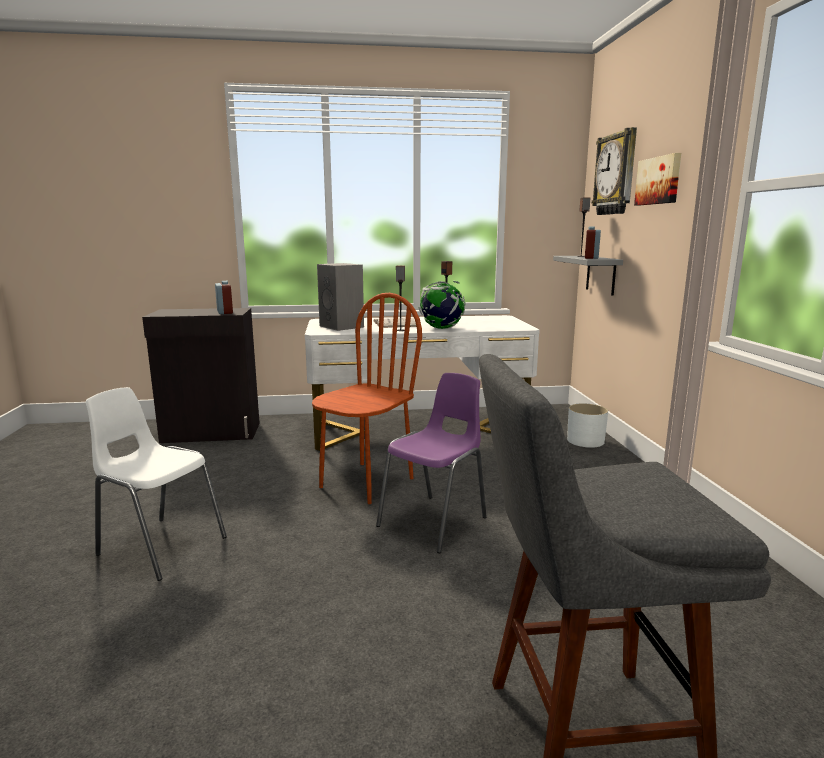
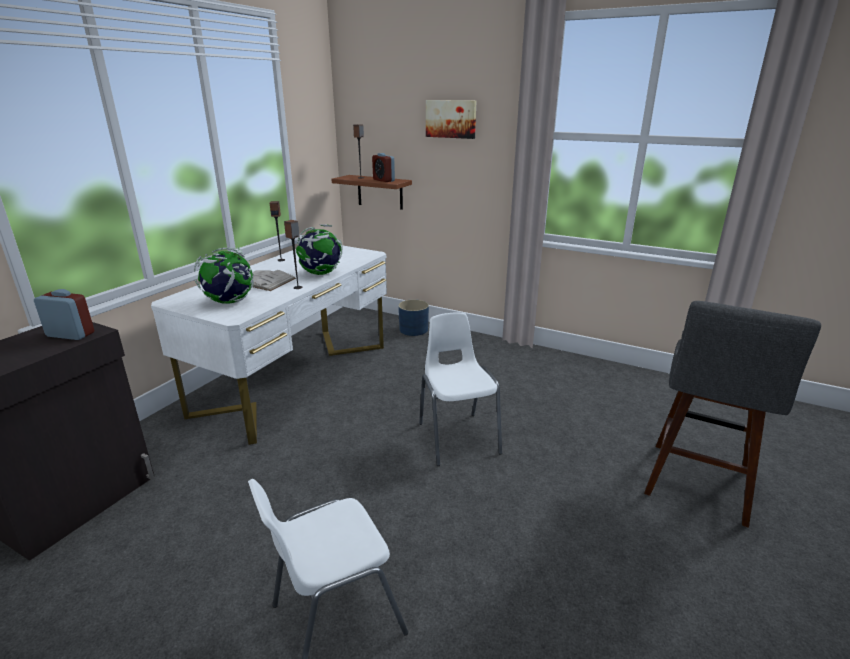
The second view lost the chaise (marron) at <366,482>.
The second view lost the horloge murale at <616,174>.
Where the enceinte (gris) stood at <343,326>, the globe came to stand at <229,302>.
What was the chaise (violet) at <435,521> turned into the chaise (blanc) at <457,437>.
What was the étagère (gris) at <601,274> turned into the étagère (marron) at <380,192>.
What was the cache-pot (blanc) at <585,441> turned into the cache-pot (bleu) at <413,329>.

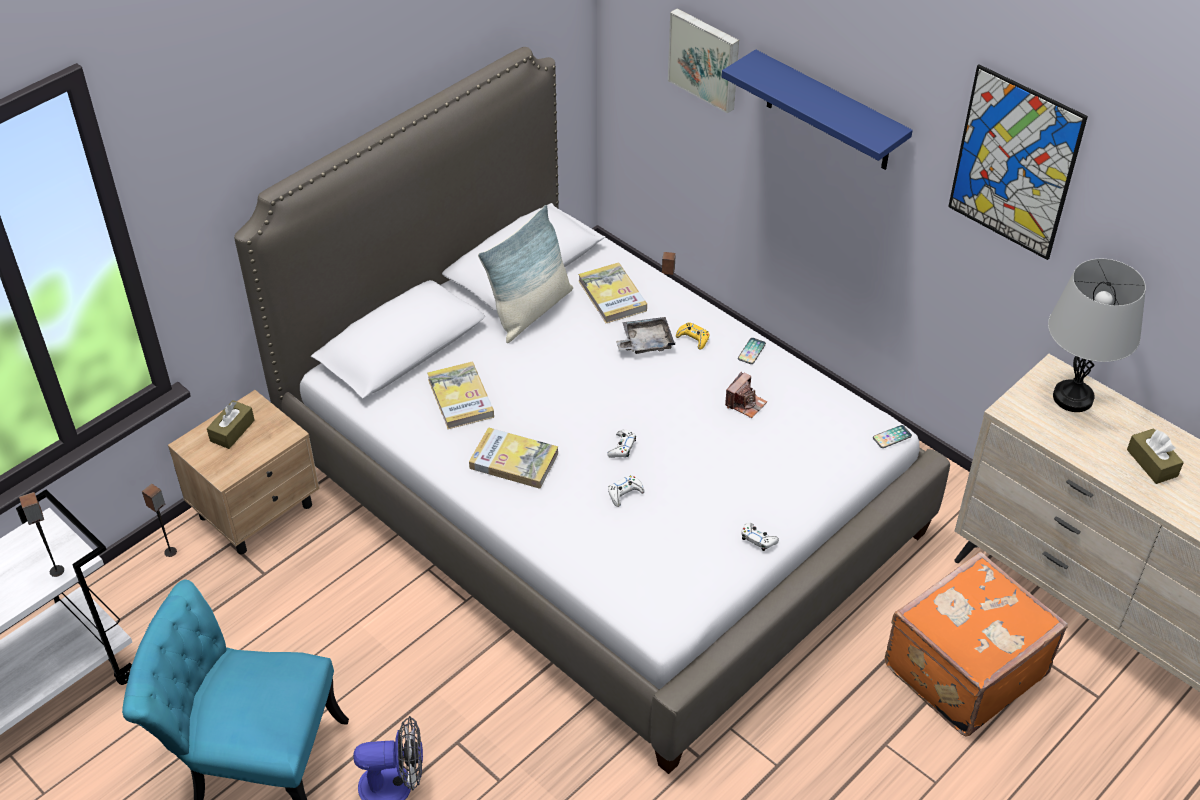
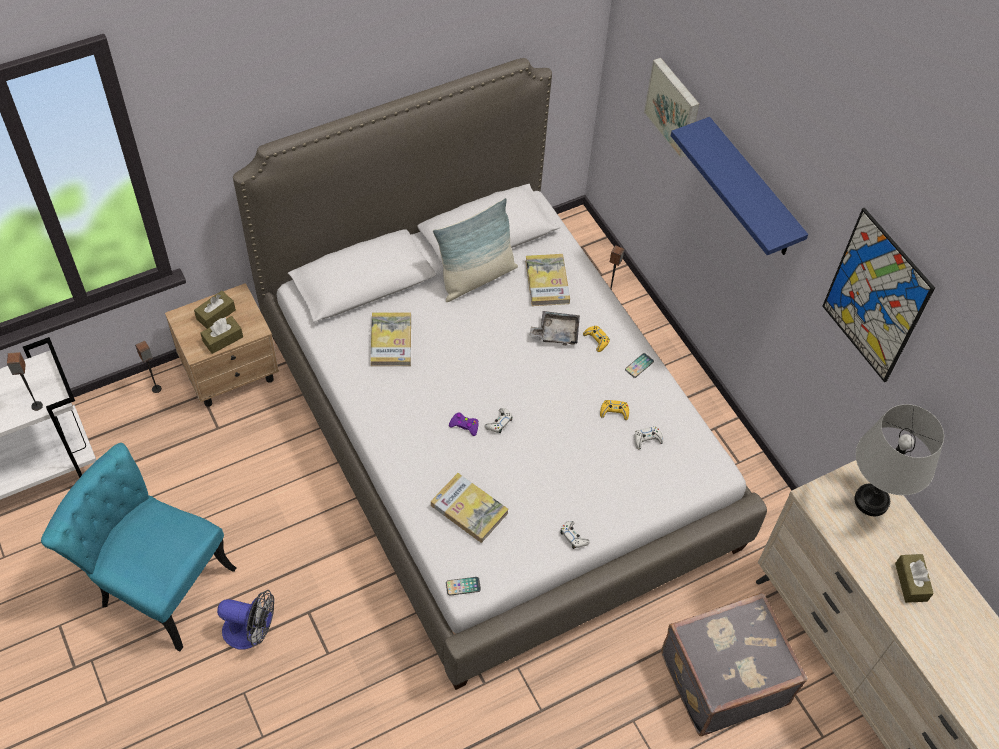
The second view gained the boîte à mouchoirs (marron) at <223,339>.
The second view gained the manette (violet) at <464,425>.
The livre ended up elsewhere, having gone from <514,461> to <469,509>.
The manette (blanc) ended up elsewhere, having gone from <625,493> to <647,439>.
The téléphone ended up elsewhere, having gone from <892,437> to <463,586>.
Where the appareil photo stood at <745,403>, the manette (jaune) came to stand at <614,412>.
What was the valise (orange) at <962,668> turned into the valise (gris) at <722,676>.

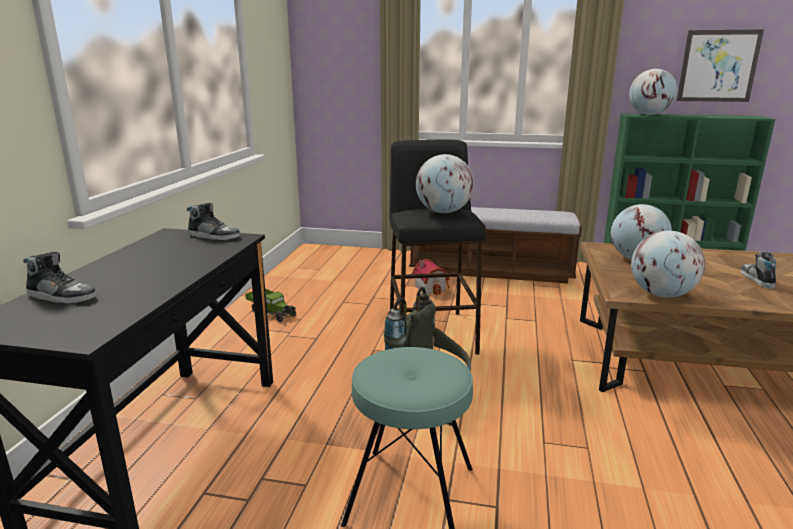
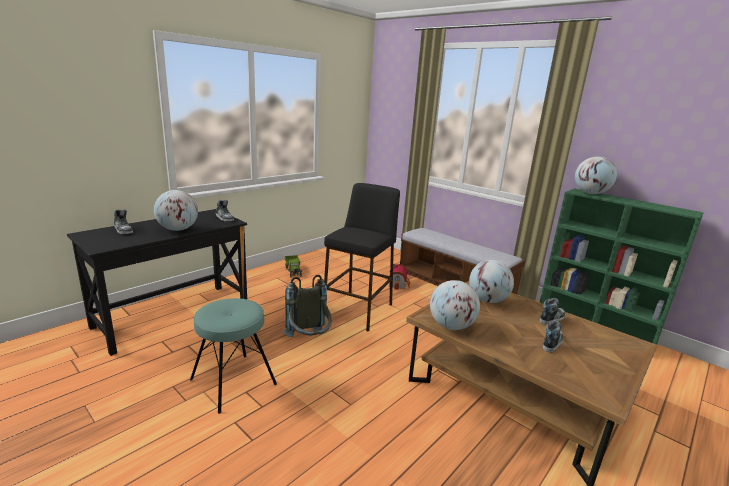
The second view lost the tableau at <718,66>.
The second view gained the chaussure at <551,318>.
The globe ended up elsewhere, having gone from <443,212> to <178,229>.

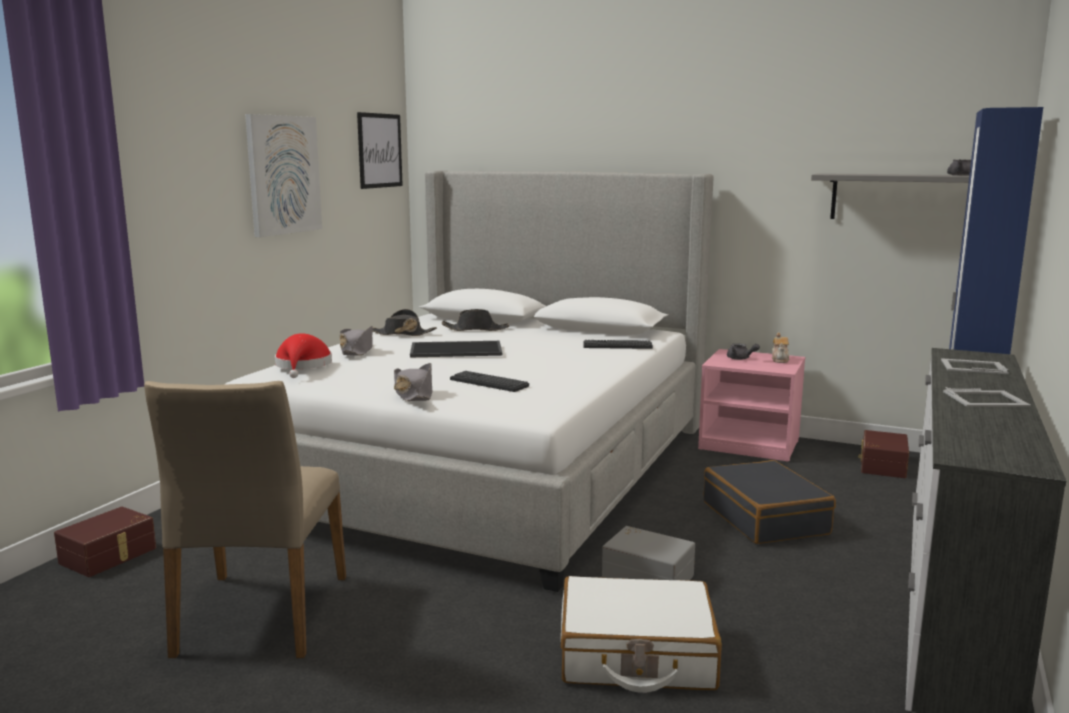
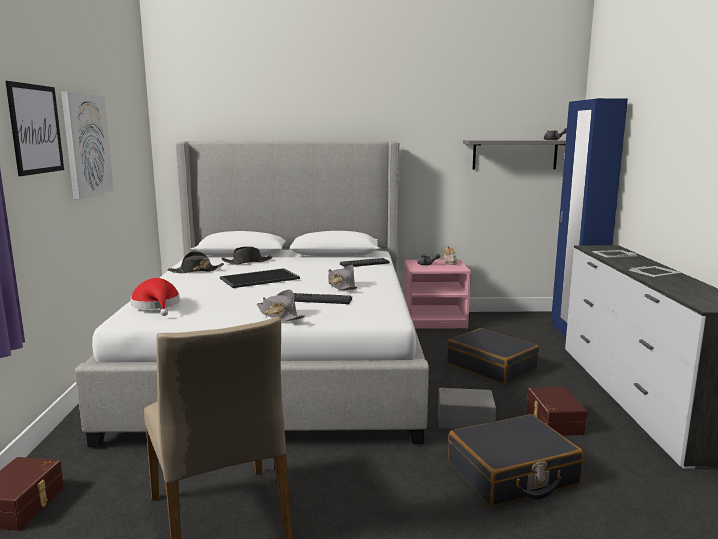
The chapeau (gris) ended up elsewhere, having gone from <357,350> to <341,286>.
The tableau ended up elsewhere, having gone from <379,150> to <36,129>.
The boîte de rangement (marron) ended up elsewhere, having gone from <881,465> to <553,422>.
What was the valise (blanc) at <636,655> turned into the valise (noir) at <512,474>.

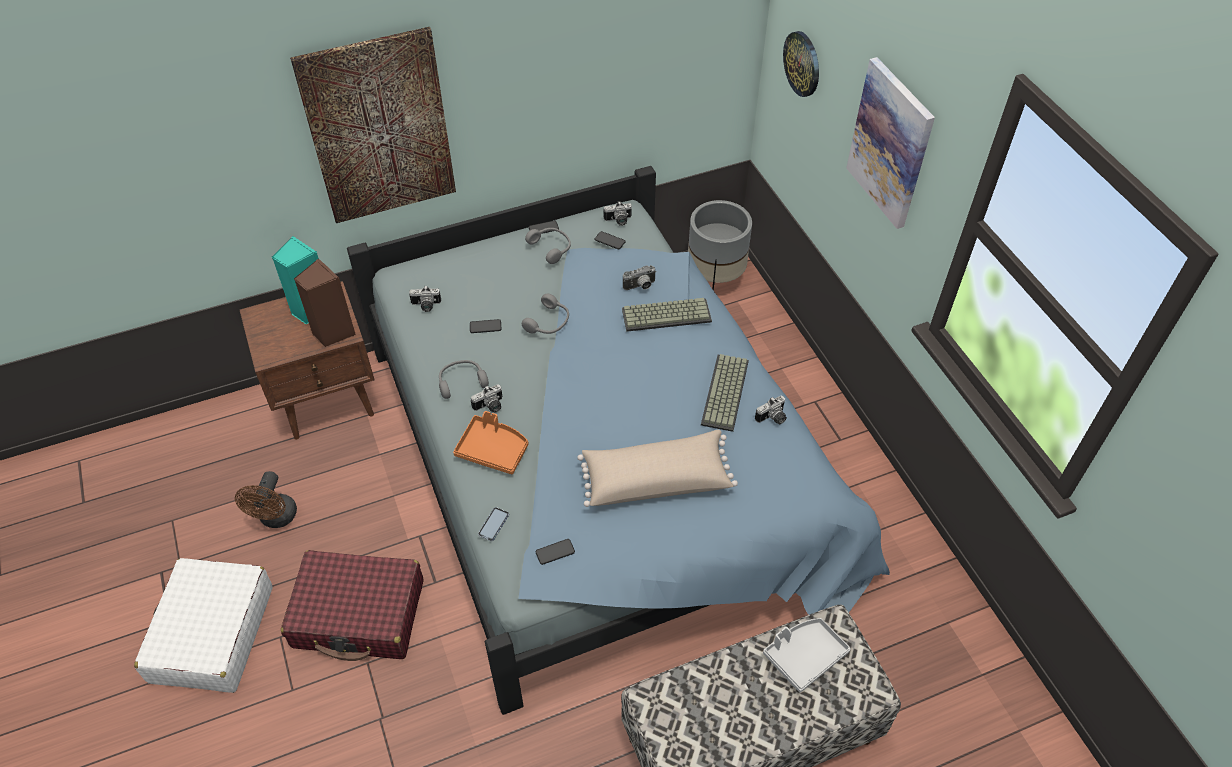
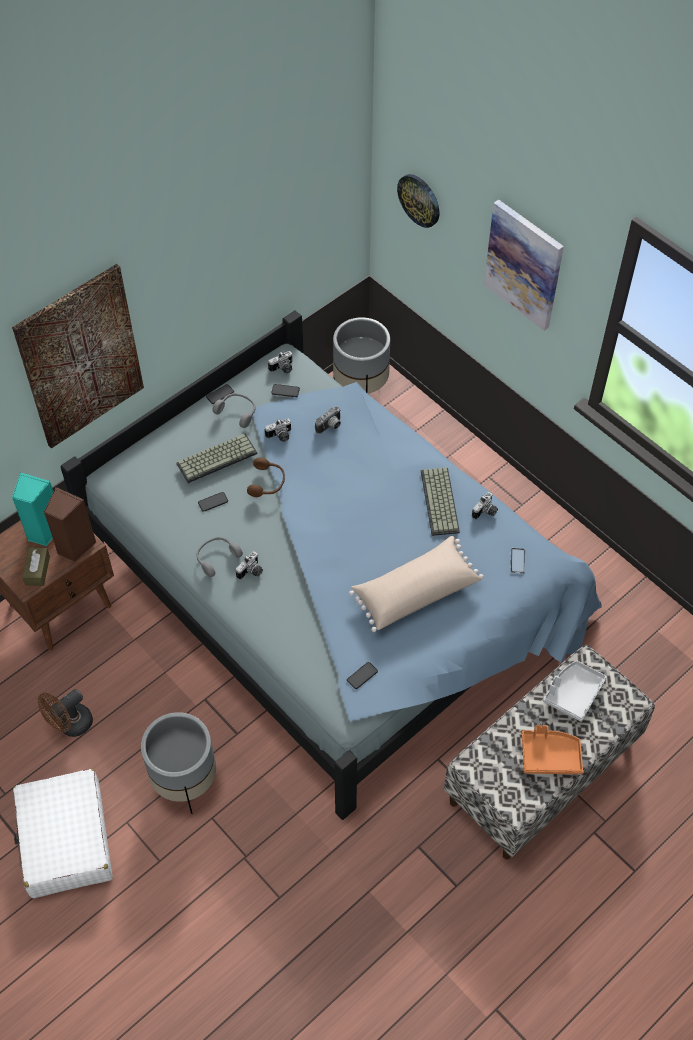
The second view gained the boîte à mouchoirs (marron) at <37,570>.
The appareil photo ended up elsewhere, having gone from <426,306> to <280,436>.
The plateau (orange) ended up elsewhere, having gone from <493,450> to <550,755>.
The téléphone ended up elsewhere, having gone from <493,524> to <517,561>.
The clavier ended up elsewhere, having gone from <667,314> to <217,457>.
Where the valise (rouge) stood at <359,614>, the cache-pot (gris) came to stand at <185,781>.
What was the casque audio (gris) at <549,322> turned into the casque audio (marron) at <267,482>.
The ventilateur (marron) at <276,519> ended up facing another way, 60 degrees clockwise from before.

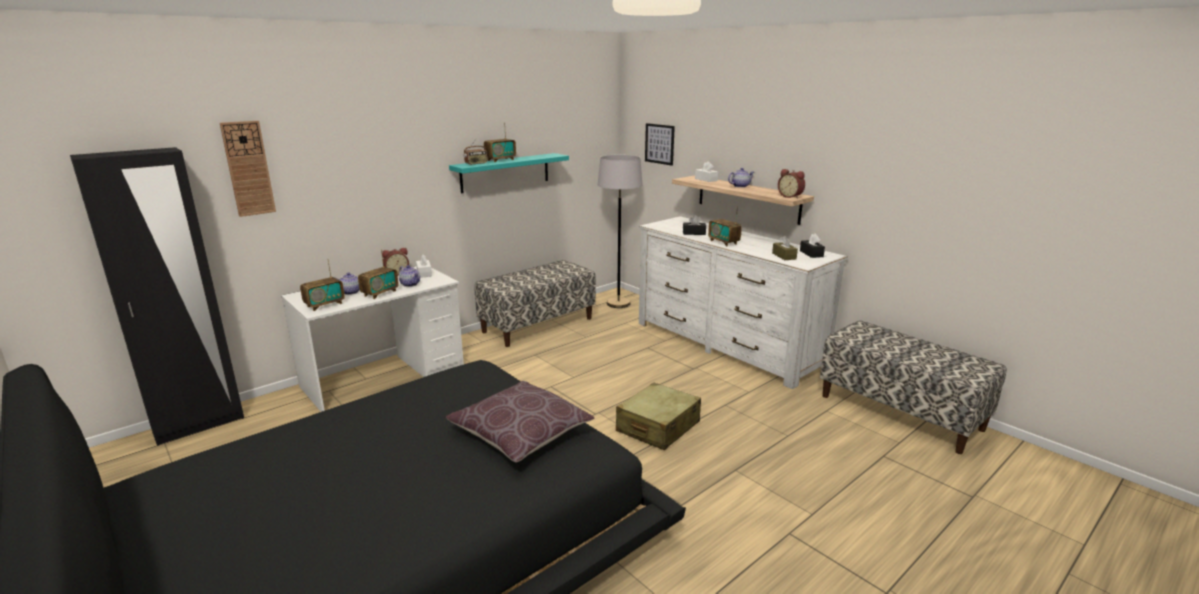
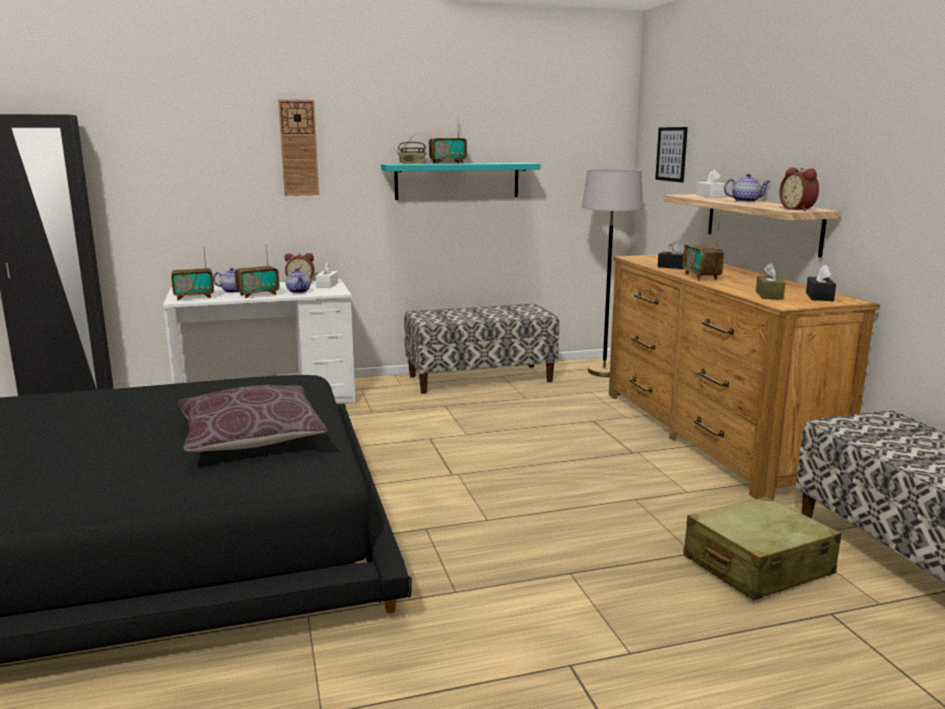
The horloge murale ended up elsewhere, having gone from <248,168> to <299,148>.
The valise (beige) ended up elsewhere, having gone from <657,427> to <757,566>.
What was the commode (blanc) at <726,344> turned into the commode (marron) at <710,434>.

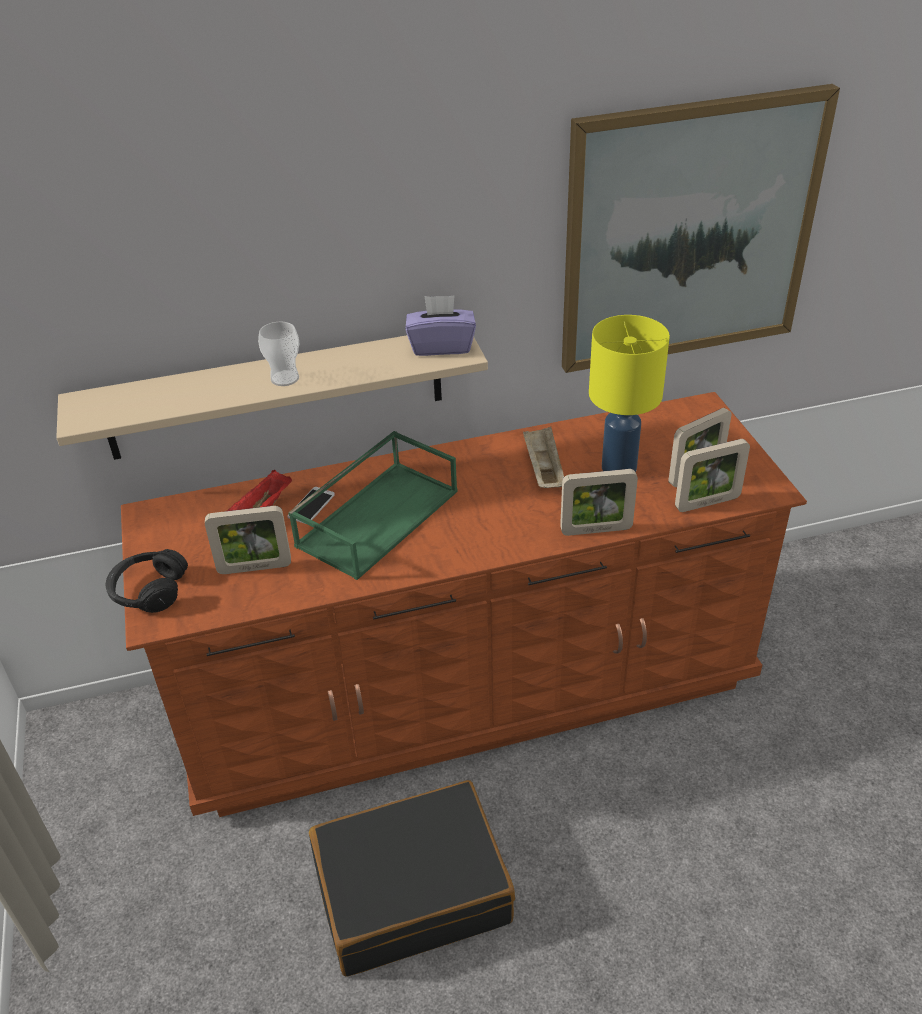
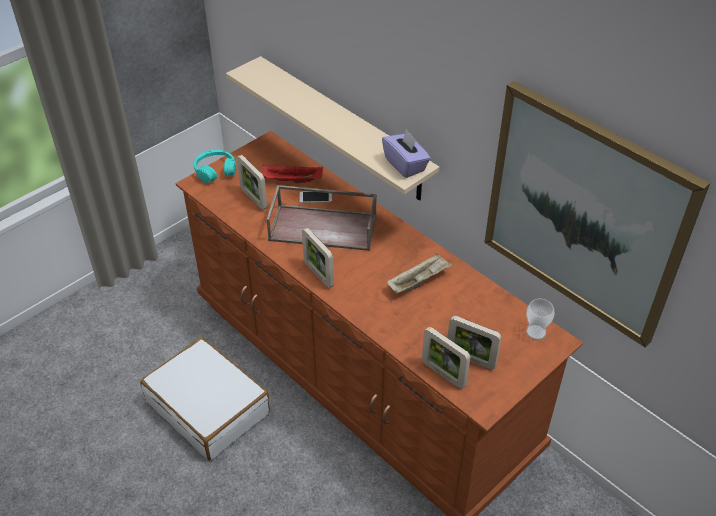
The second view lost the lampe de table (jaune) at <619,467>.
The tasse ended up elsewhere, having gone from <285,378> to <535,332>.
The cadre photo ended up elsewhere, having gone from <596,530> to <318,274>.
What was the casque audio (noir) at <148,590> turned into the casque audio (turquoise) at <215,171>.
What was the plateau (vert) at <378,517> turned into the plateau (marron) at <324,227>.
What was the valise (noir) at <411,889> turned into the valise (blanc) at <208,407>.

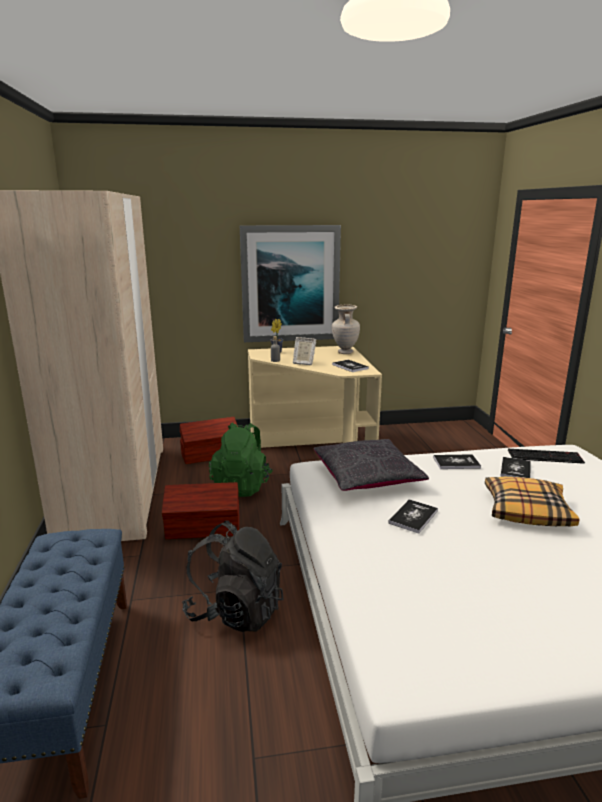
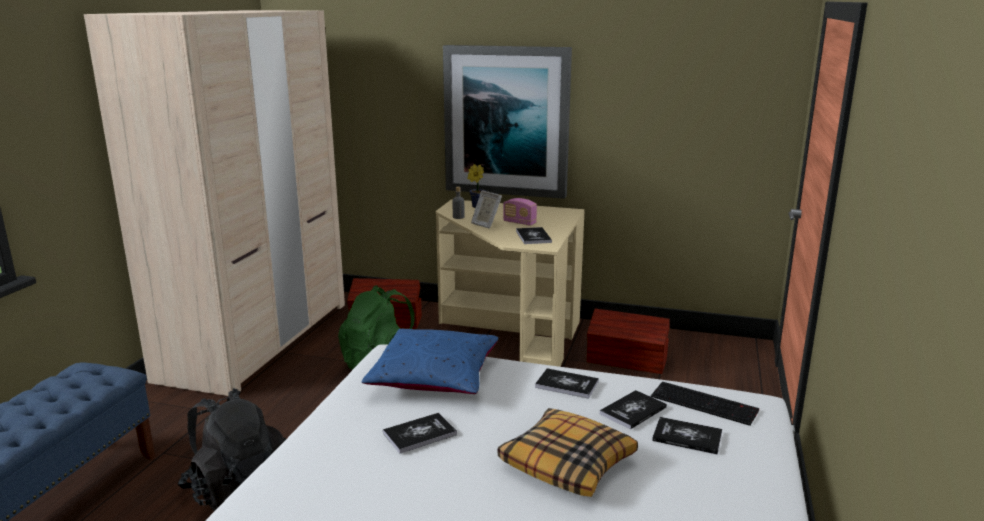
The second view lost the vase (beige) at <344,352>.
The second view gained the radio at <519,223>.
The second view gained the livre at <687,437>.
The boîte de rangement (marron) ended up elsewhere, having gone from <204,529> to <627,361>.
What was the coussin (noir) at <366,477> turned into the coussin (bleu) at <434,377>.

